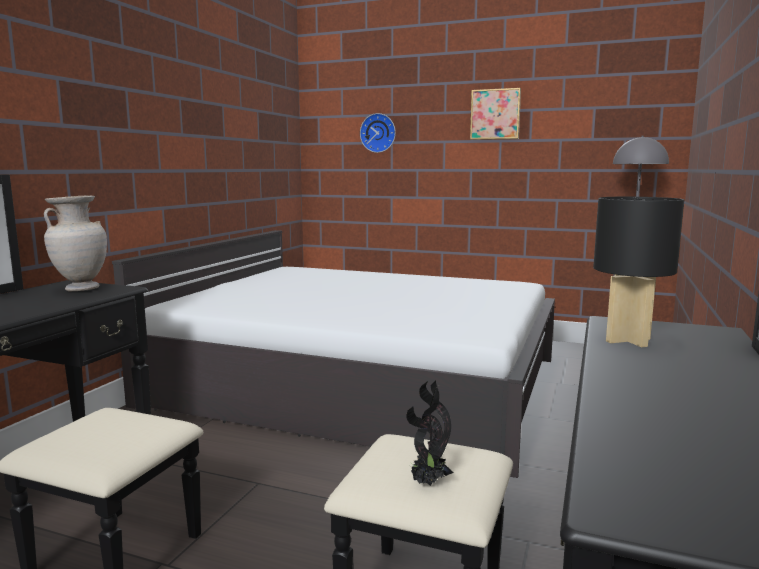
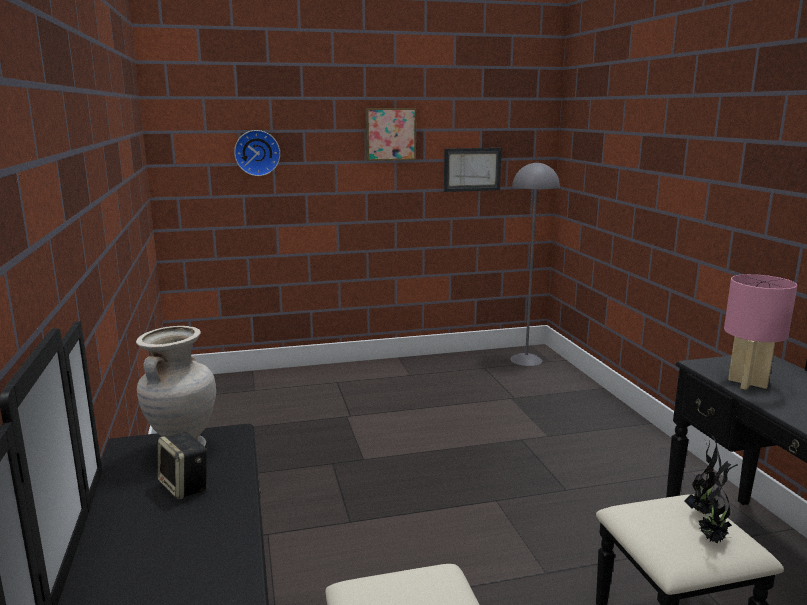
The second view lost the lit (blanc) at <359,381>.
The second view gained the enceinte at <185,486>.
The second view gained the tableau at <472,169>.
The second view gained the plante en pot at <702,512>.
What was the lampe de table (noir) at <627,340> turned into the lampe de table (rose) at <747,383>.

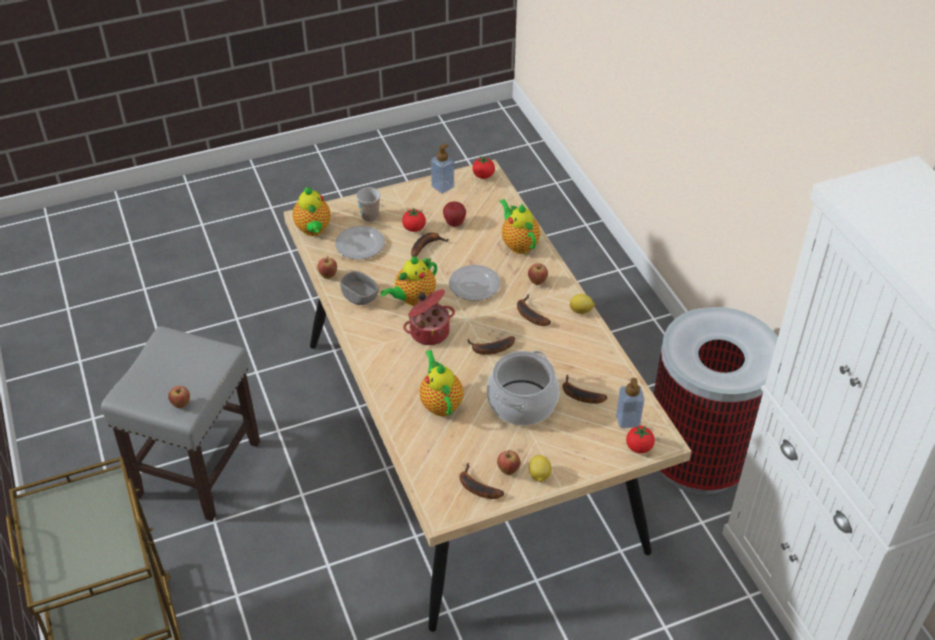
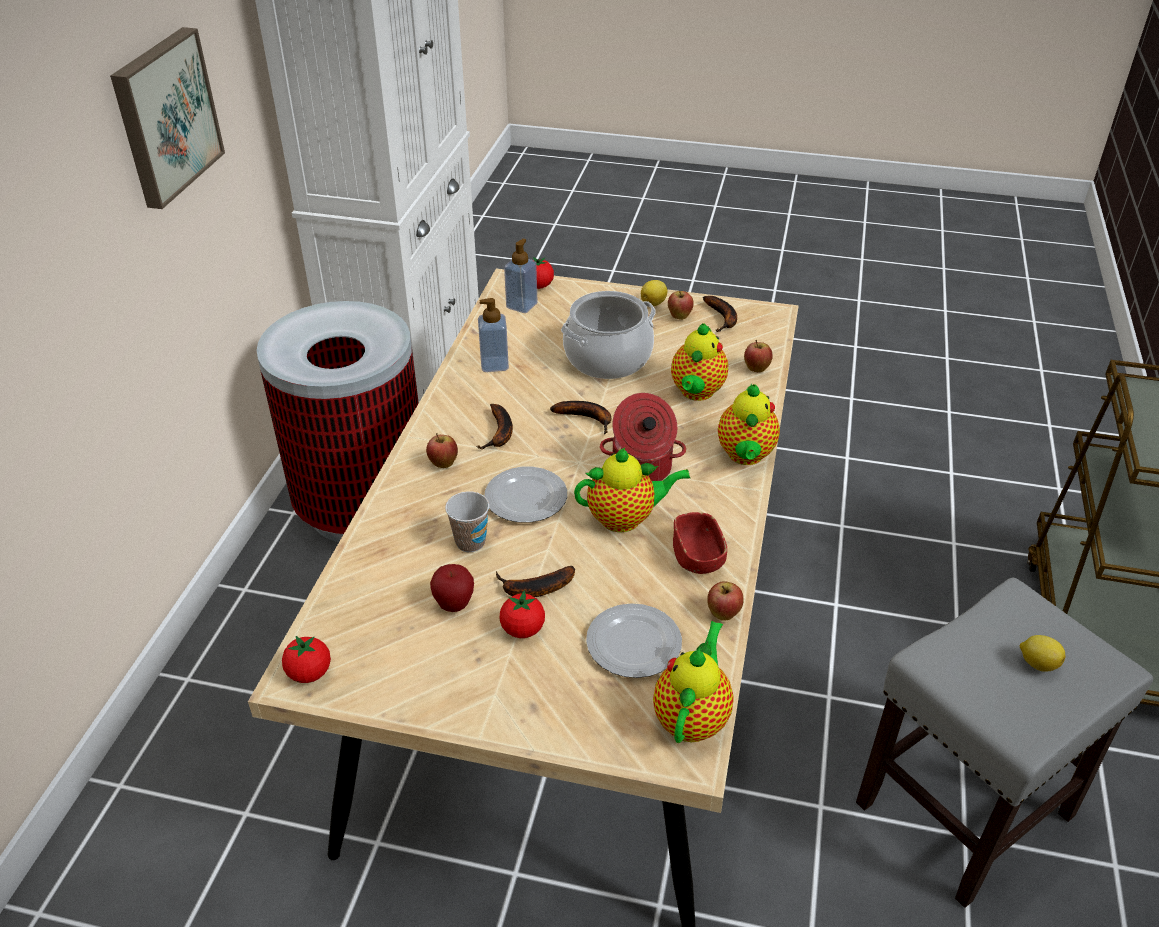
The second view lost the banane at <579,395>.
The second view gained the tableau at <165,116>.
The pomme ended up elsewhere, having gone from <181,404> to <756,369>.
The tasse ended up elsewhere, having gone from <370,216> to <470,542>.
The distributeur de savon ended up elsewhere, having gone from <442,187> to <494,364>.
The théière ended up elsewhere, having gone from <518,244> to <745,456>.
The citron ended up elsewhere, having gone from <581,311> to <1037,663>.
What was the bol (gris) at <360,297> turned into the bol (rouge) at <697,557>.

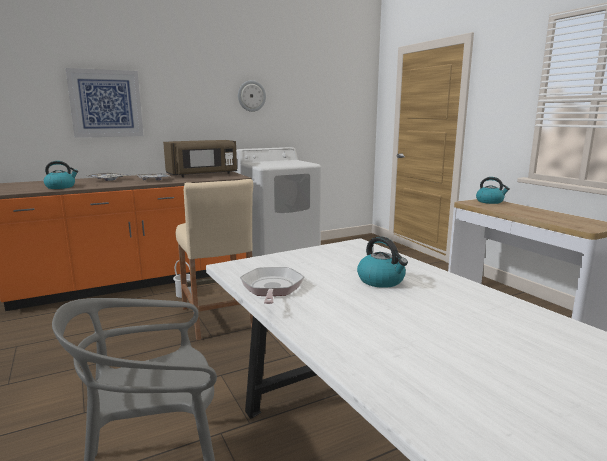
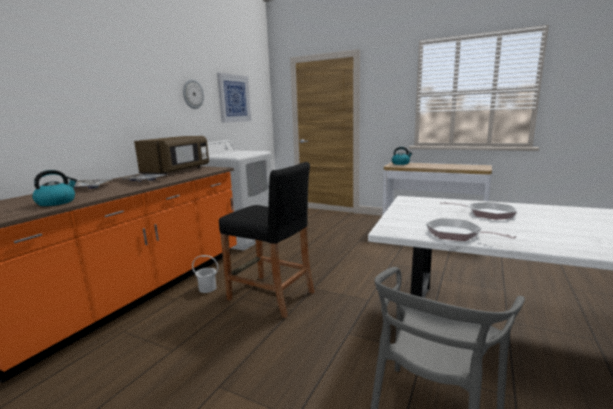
The tableau ended up elsewhere, having gone from <106,103> to <234,98>.
Where the bouilloire stood at <381,281>, the poêle came to stand at <486,214>.
What was the tabouret (beige) at <217,318> turned into the tabouret (noir) at <271,296>.

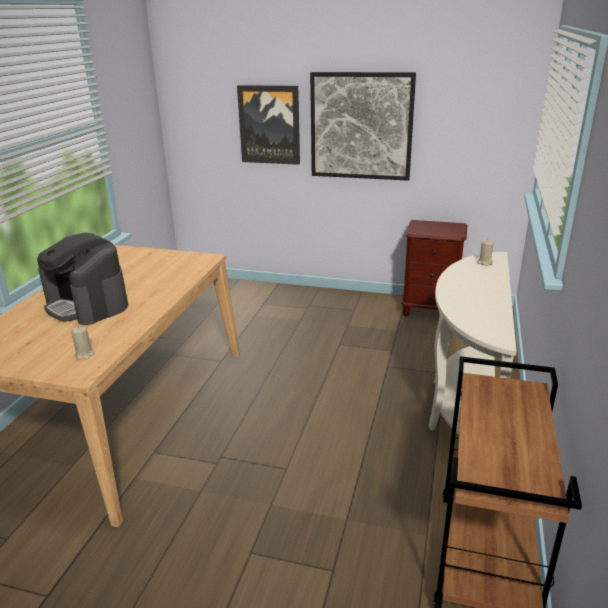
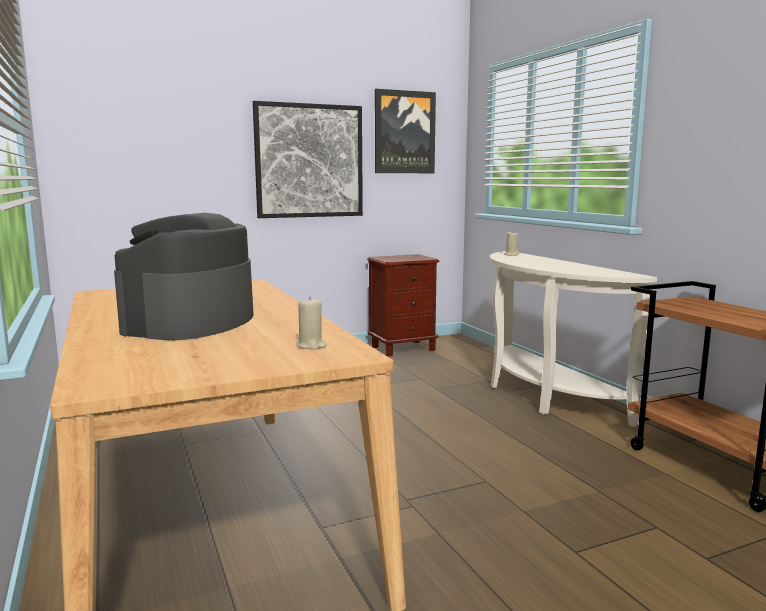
The tableau ended up elsewhere, having gone from <269,125> to <404,132>.
The machine à café at <87,305> ended up facing another way, 105 degrees clockwise from before.

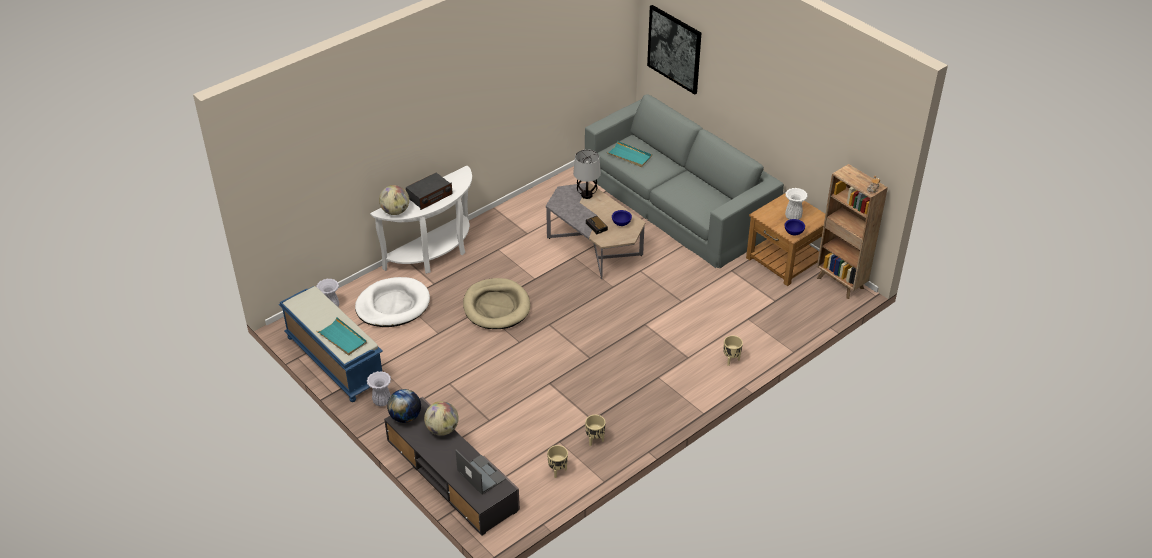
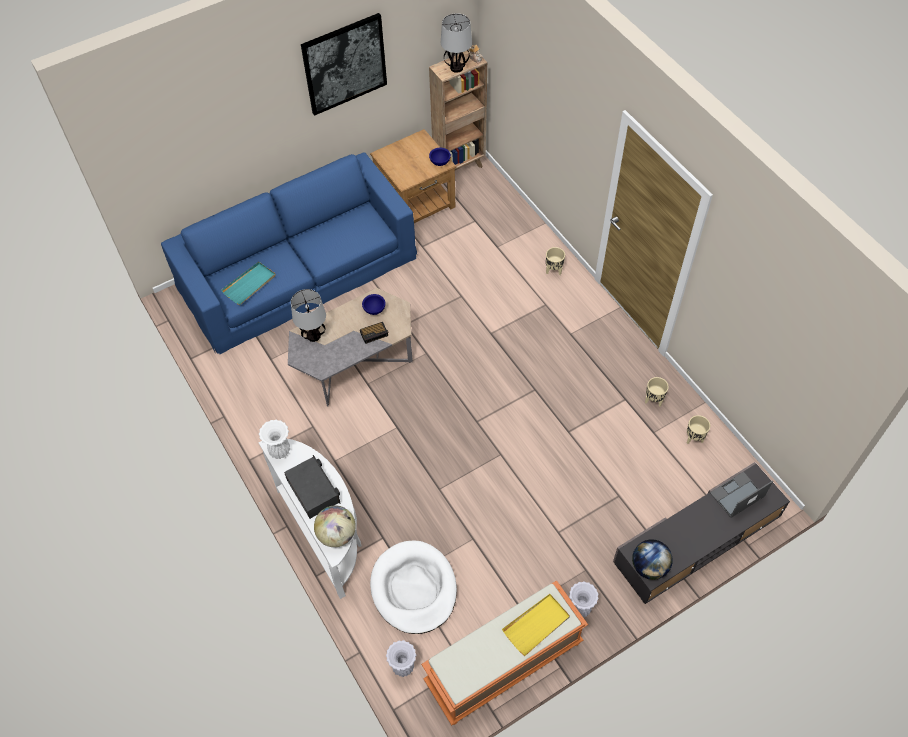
The second view lost the globe at <442,429>.
The second view lost the panier pour chien (beige) at <496,306>.
The second view gained the lampe de table at <456,68>.
The tableau ended up elsewhere, having gone from <674,49> to <344,64>.
The vase (blanc) ended up elsewhere, having gone from <793,217> to <280,451>.
What was the banc (bleu) at <334,360> turned into the banc (orange) at <503,664>.
What was the plateau (turquoise) at <342,338> turned into the plateau (jaune) at <536,625>.
What was the canapé (gris) at <678,202> turned into the canapé (bleu) at <298,271>.

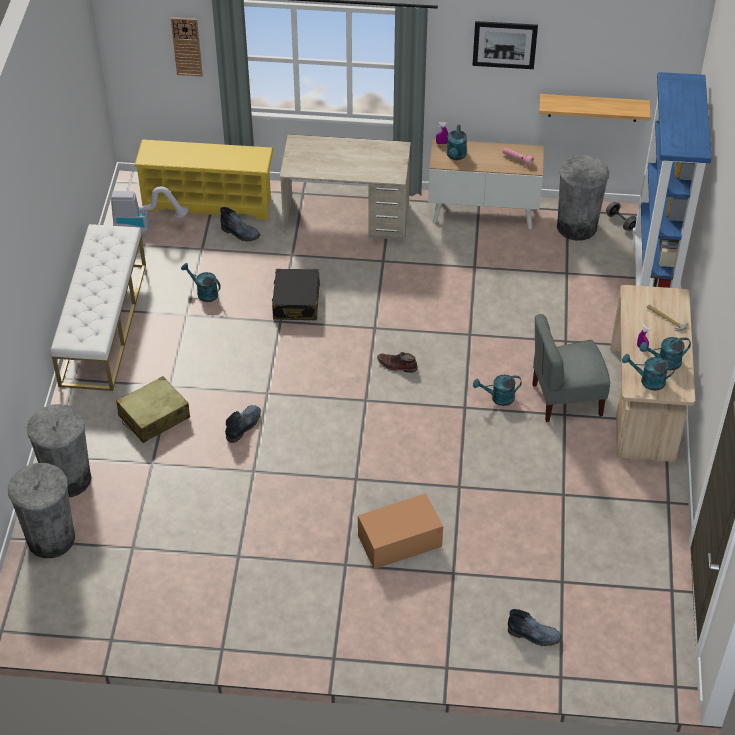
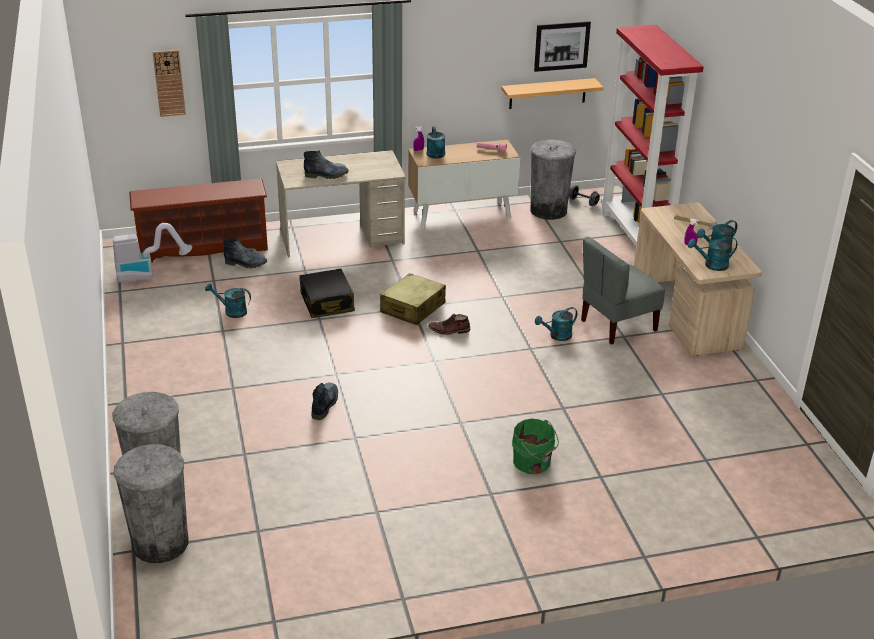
The second view lost the banc (blanc) at <103,323>.
The valise (beige) ended up elsewhere, having gone from <154,417> to <412,308>.
The tableau ended up elsewhere, having gone from <504,44> to <562,46>.
The botte ended up elsewhere, having gone from <535,635> to <327,175>.
Where the carton stood at <400,541>, the seau (vert) came to stand at <533,462>.
What was the étagère à chaussures (jaune) at <209,202> turned into the étagère à chaussures (marron) at <204,247>.
What was the bibliothèque (bleu) at <652,282> turned into the bibliothèque (rouge) at <636,235>.

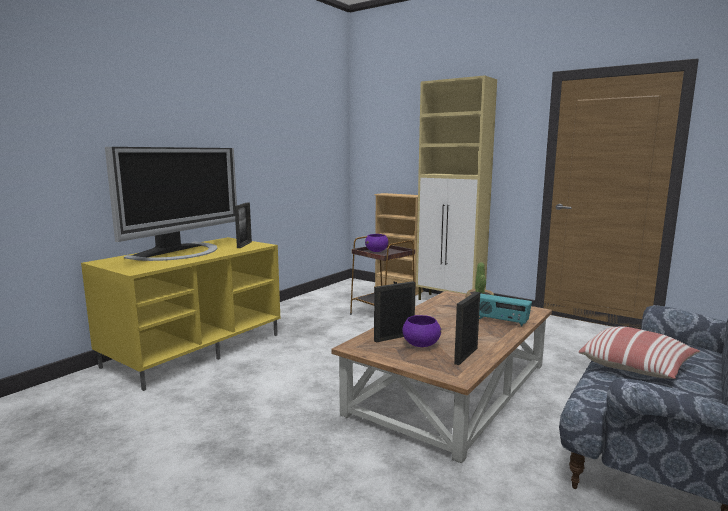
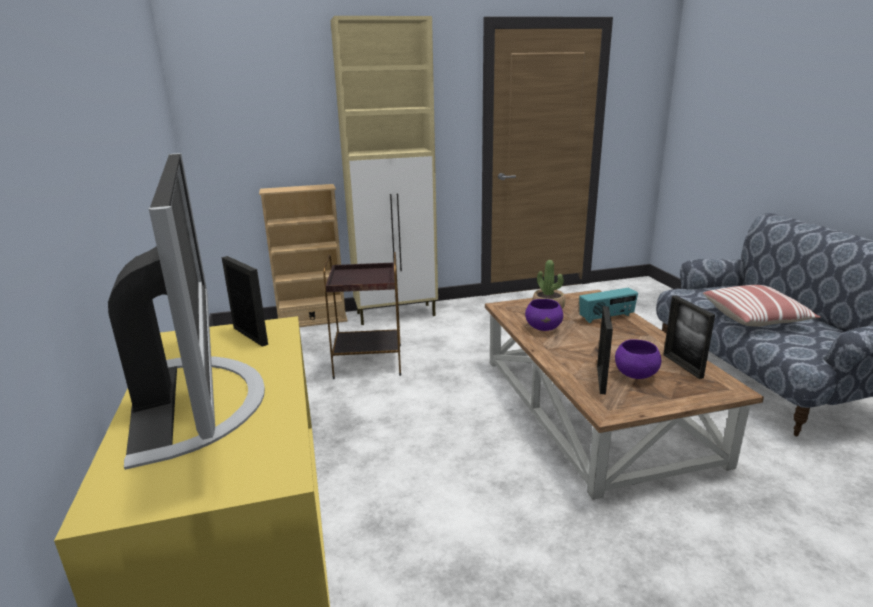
The bol (violet) ended up elsewhere, having gone from <376,251> to <543,328>.

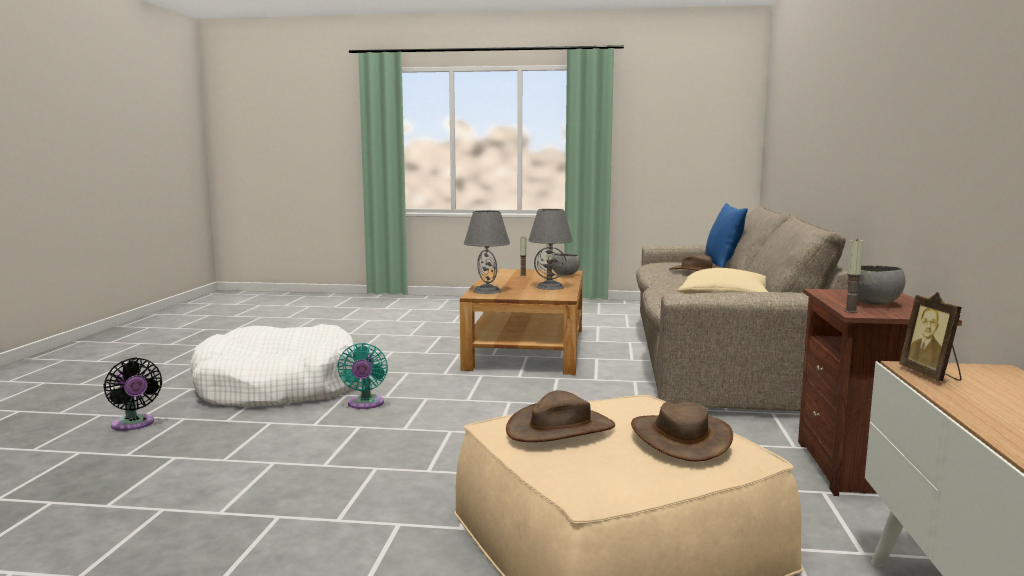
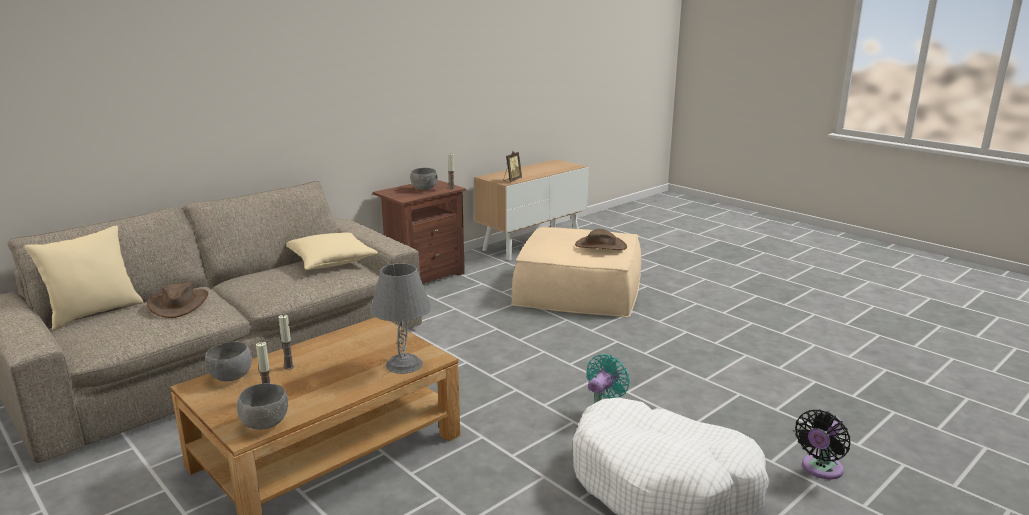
The second view lost the lampe de table (gris) at <549,287>.
The second view lost the chapeau (marron) at <680,438>.
The second view gained the bol (gris) at <266,423>.
What was the coussin (bleu) at <722,266> turned into the coussin (beige) at <94,313>.
The ventilateur (noir) at <134,425> ended up facing another way, 135 degrees counterclockwise from before.

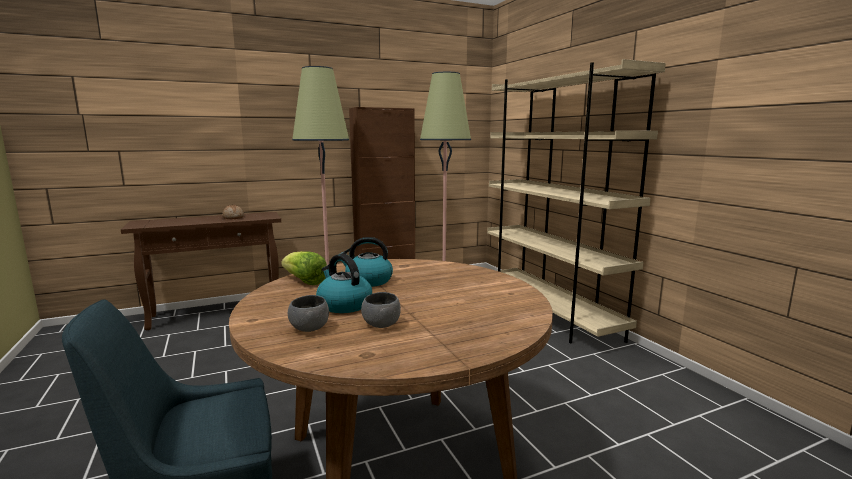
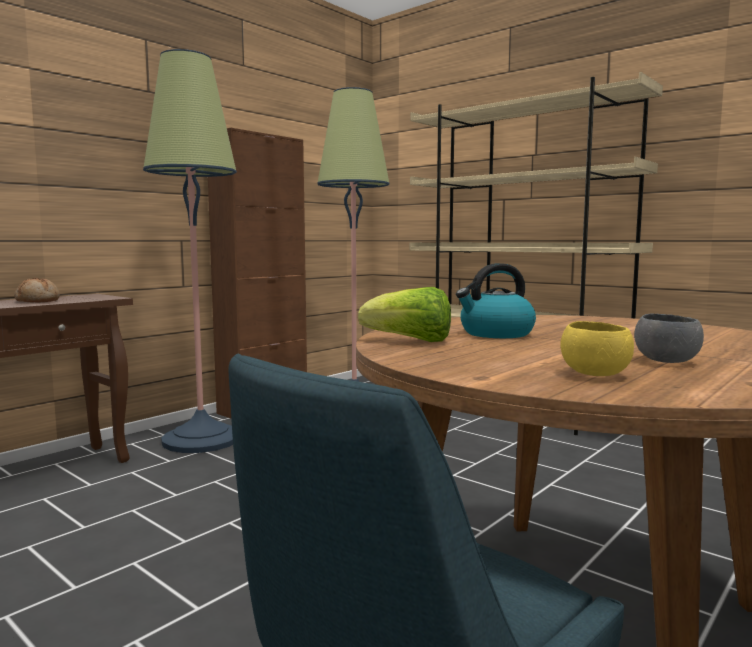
The second view lost the bouilloire at <343,305>.
What was the bol (gris) at <309,328> turned into the bol (jaune) at <594,374>.

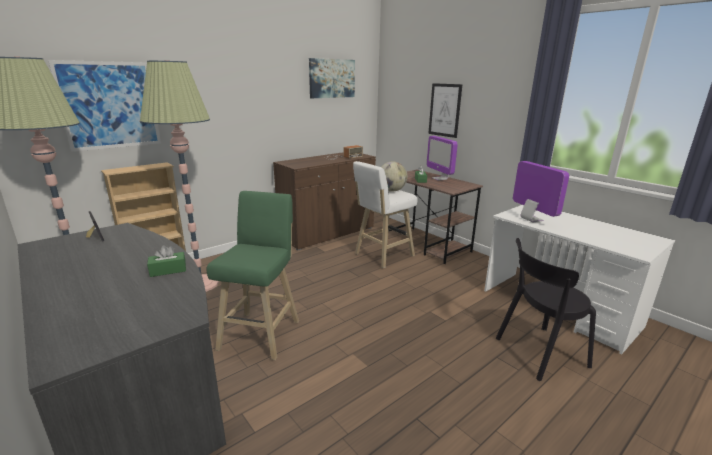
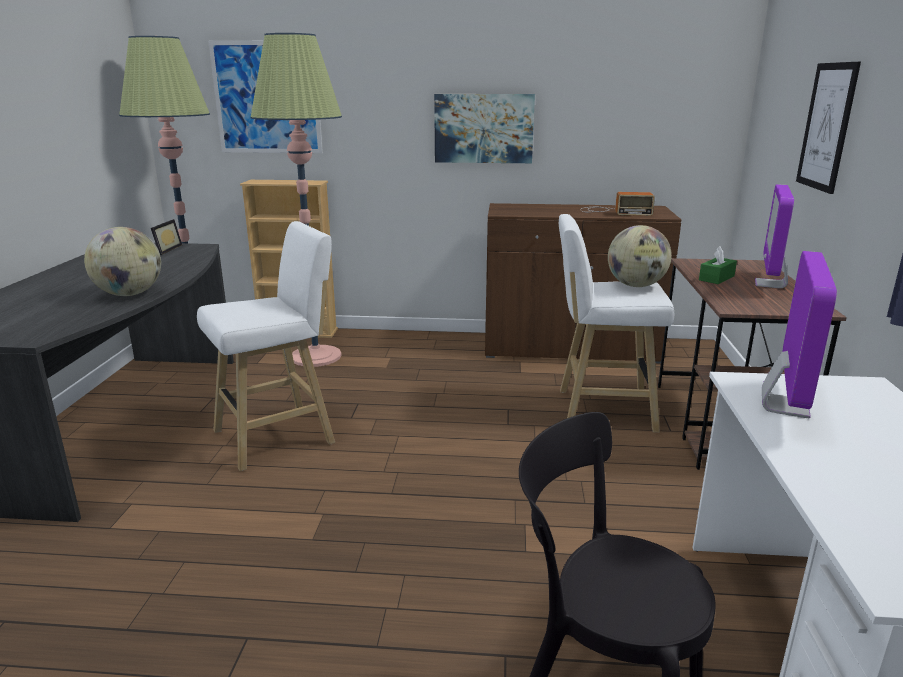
The tableau ended up elsewhere, having gone from <332,78> to <483,128>.
Where the boîte à mouchoirs (vert) stood at <168,270>, the globe came to stand at <130,294>.
What was the tabouret (vert) at <261,333> turned into the tabouret (blanc) at <279,436>.

